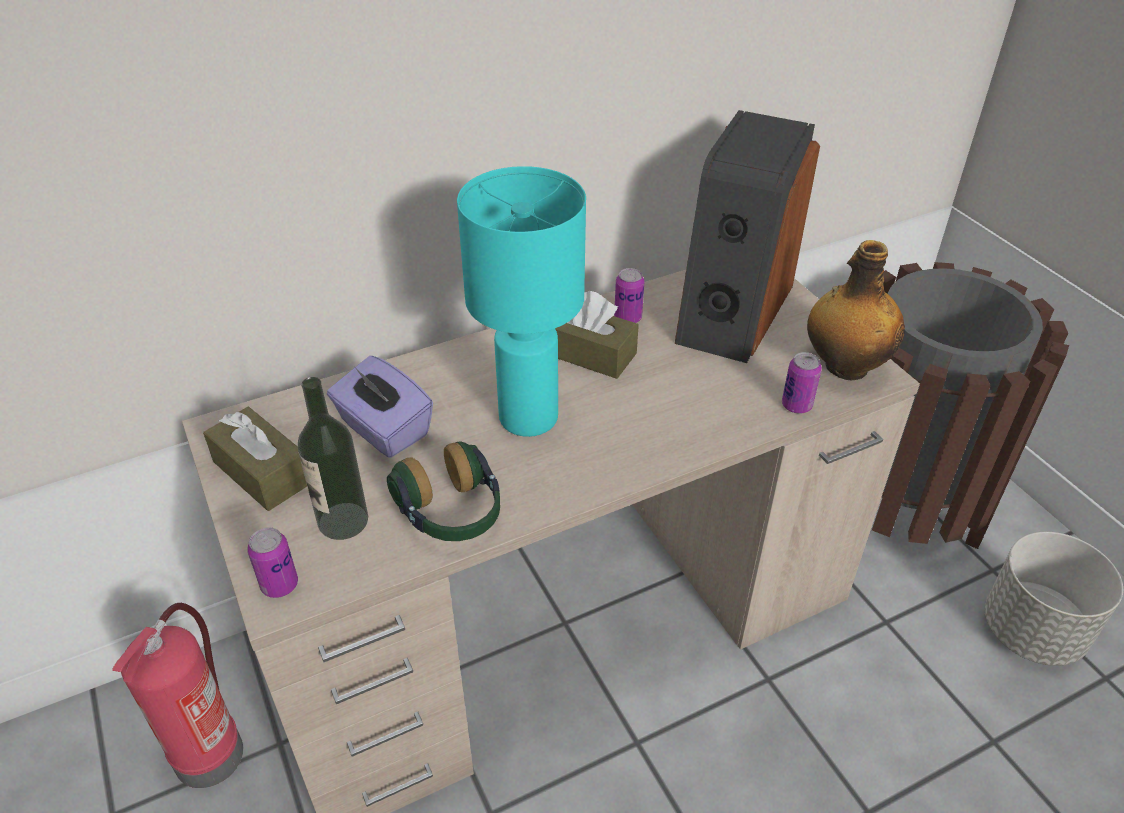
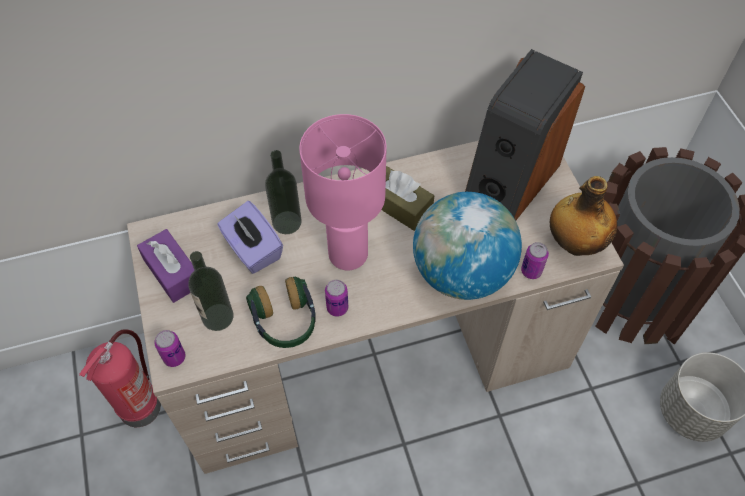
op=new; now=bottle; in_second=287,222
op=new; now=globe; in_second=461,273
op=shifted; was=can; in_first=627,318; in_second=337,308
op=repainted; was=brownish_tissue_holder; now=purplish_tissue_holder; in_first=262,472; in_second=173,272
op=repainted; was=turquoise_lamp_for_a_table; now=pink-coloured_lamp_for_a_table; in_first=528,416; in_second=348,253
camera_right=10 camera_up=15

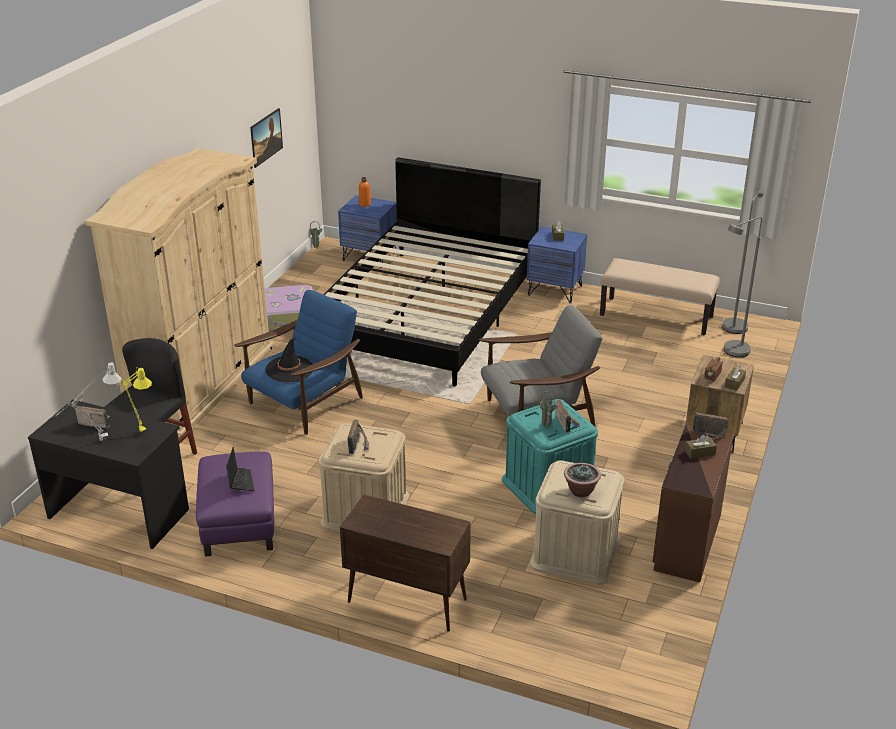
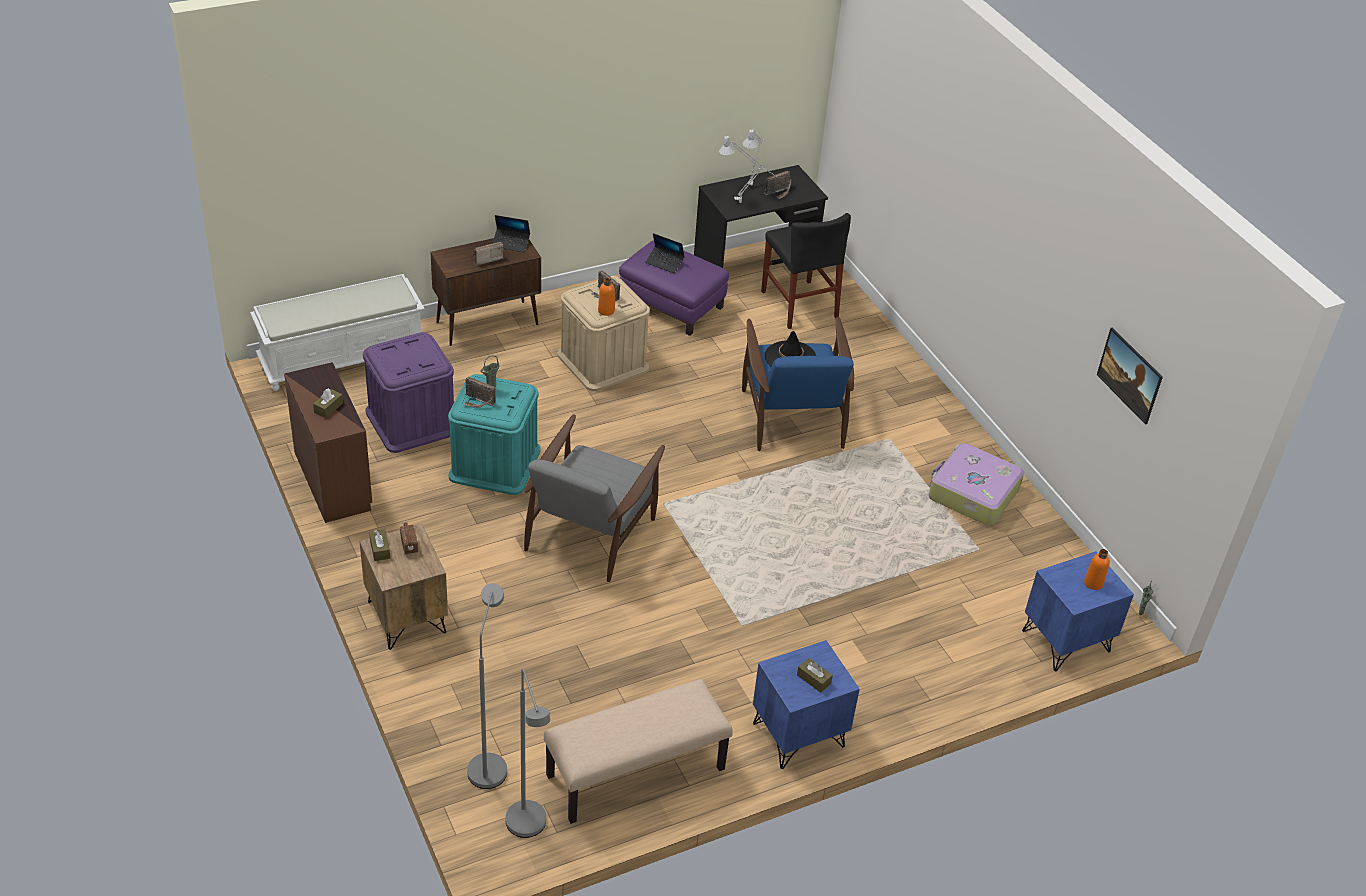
op=gone; was=beige-coloured_armoire; in_first=201,383
op=gone; was=black-coloured_bed; in_first=426,314
op=gone; was=plant_in_a_pot; in_first=580,491
op=new; now=white-coloured_indoor_bench; in_second=343,357
op=new; now=laptop; in_second=511,243
op=new; now=orange_bottle; in_second=606,311
op=shifted; was=radio_set; in_first=708,436; in_second=486,259
op=repainted; was=yellow_lamp_for_a_table; now=grey_lamp_for_a_table; in_first=139,430; in_second=744,203
op=repainted; was=beige-coloured_storage_box; now=purplish_storage_box; in_first=575,552; in_second=412,421
camera_right=130 camera_up=10

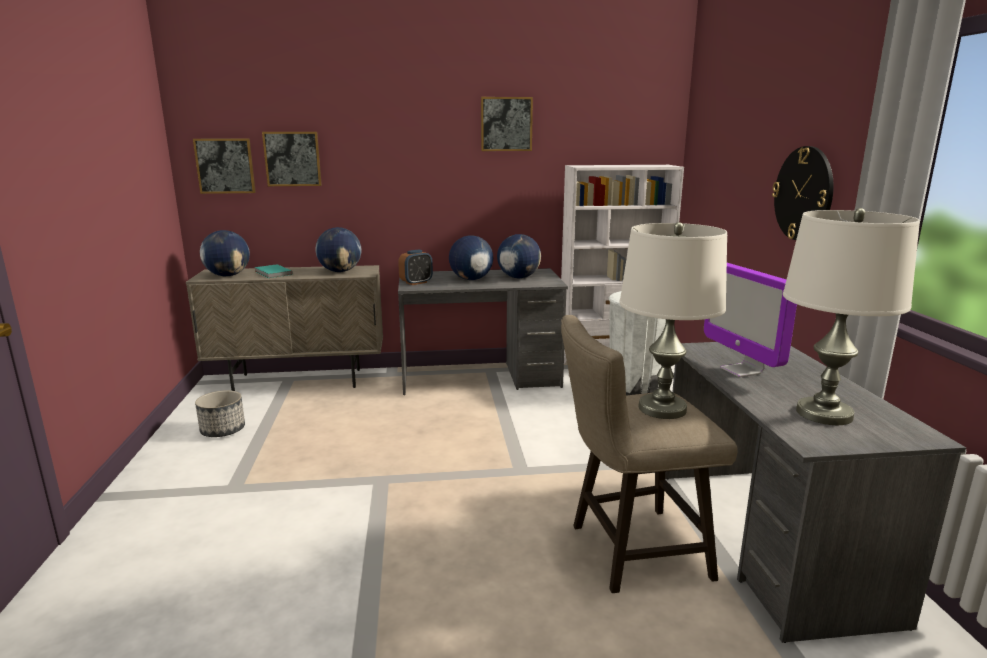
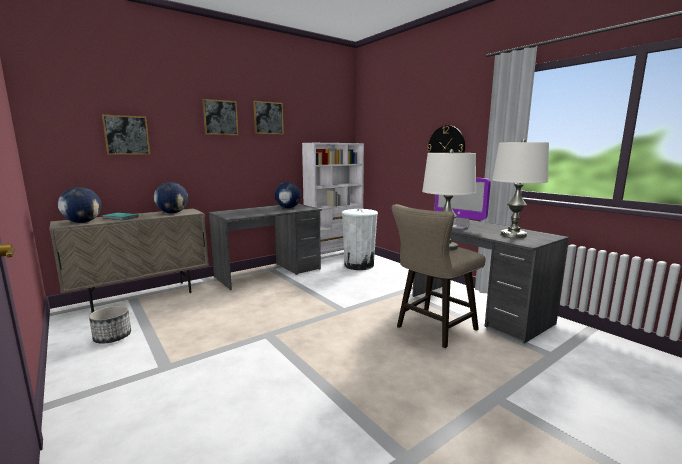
op=gone; was=alarm_clock; in_first=416,283
op=gone; was=globe; in_first=471,279
op=shifted; was=wall_art; in_first=225,166; in_second=220,117
camera_right=-30 camera_up=-5

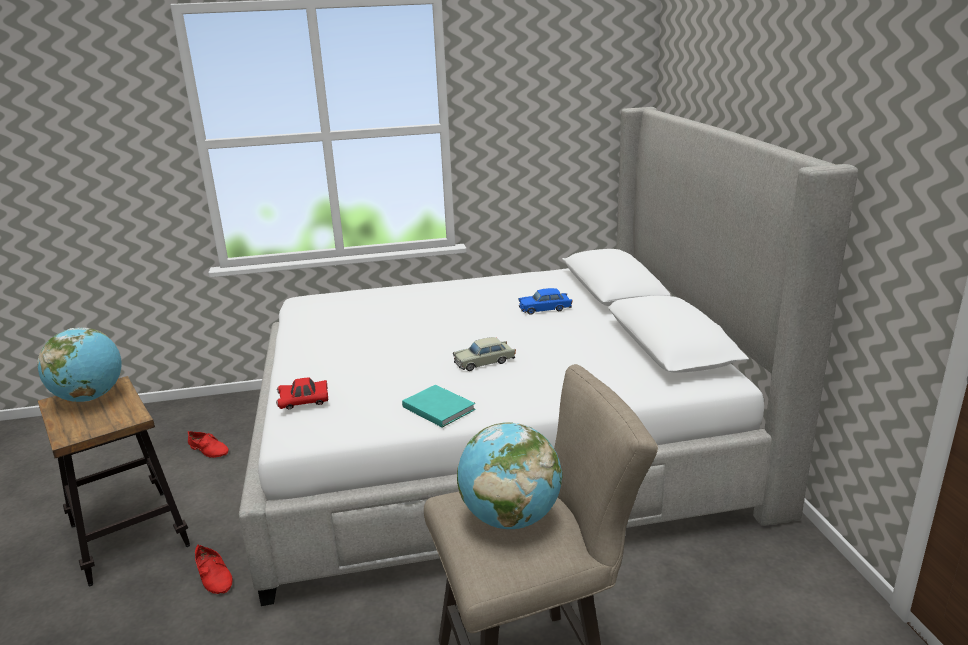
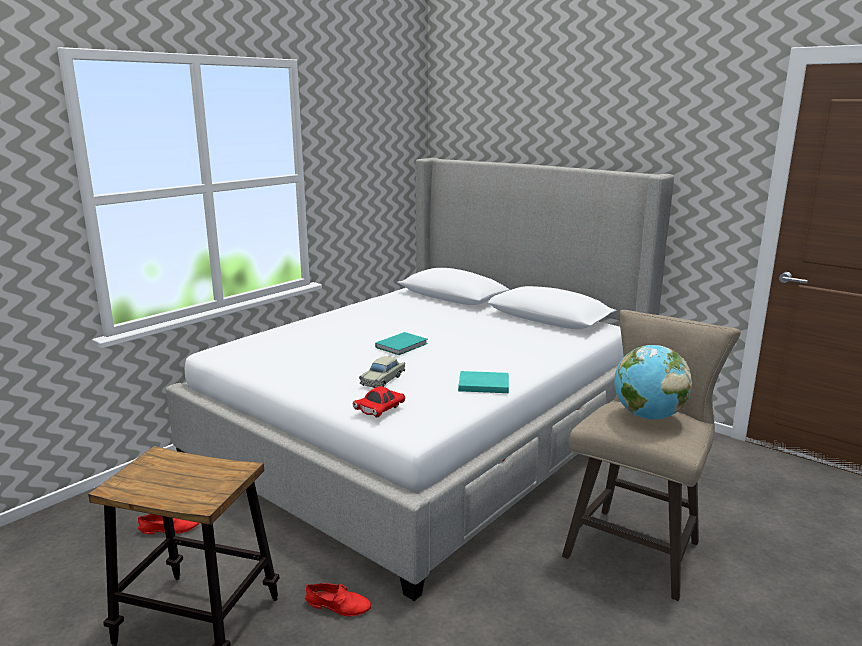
op=gone; was=globe; in_first=90,397
op=gone; was=blue-coloured_toy_car; in_first=545,309
op=new; now=turquoise_volume; in_second=403,345
op=shifted; was=beige-coloured_toy_car; in_first=484,362; in_second=383,380
camera_right=-40 camera_up=-5

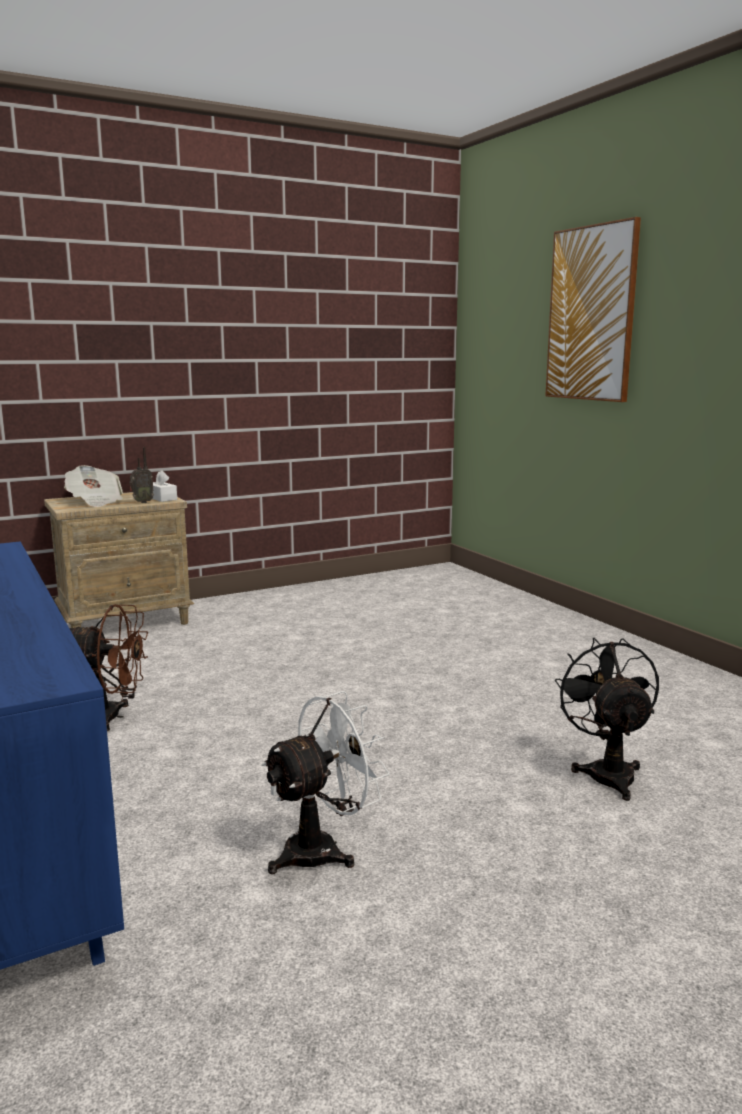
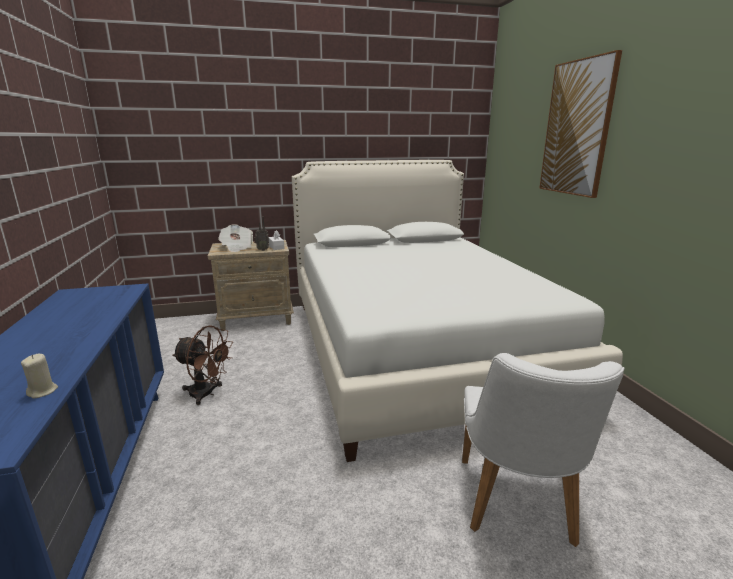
op=gone; was=white-coloured_electric_fan; in_first=323,849
op=new; now=beige-coloured_wax_light; in_second=43,391
op=new; now=white-coloured_bed; in_second=416,349
op=swapped; was=black-coloured_electric_fan; now=white-coloured_chair; in_first=607,772; in_second=517,508
camera_right=15 camera_up=5

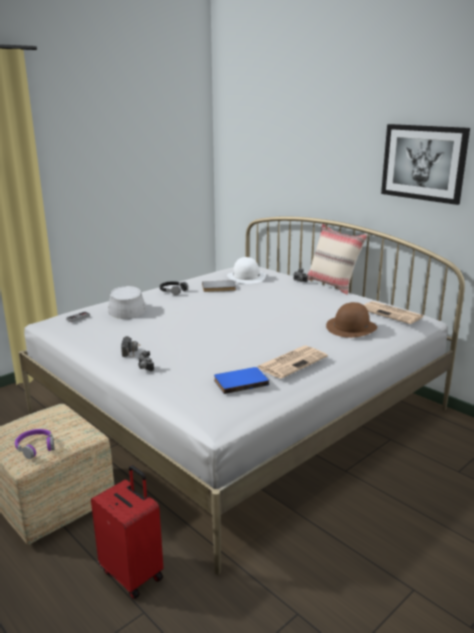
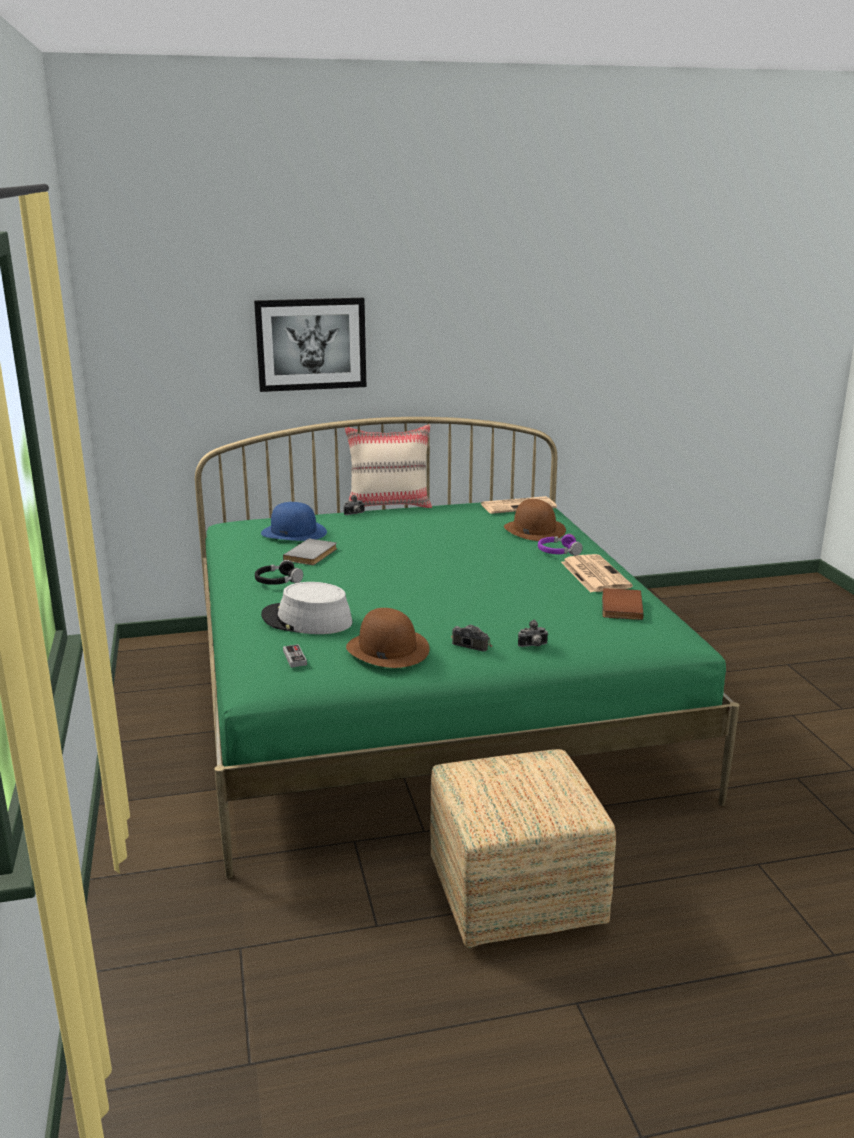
op=gone; was=reddish_suitcase; in_first=133,573
op=new; now=brownish_clothing_hat; in_second=387,649
op=shifted; was=purplish_headset; in_first=35,447; in_second=558,551
op=shifted; was=wall_art; in_first=423,163; in_second=311,344
op=repainted; was=white-coloured_bed; now=green_bed; in_first=238,410; in_second=427,705
op=repainted; was=blue-coloured_volume; now=brownish_volume; in_first=240,381; in_second=619,606
op=repainted; was=white-coloured_clothing_hat; now=blue-coloured_clothing_hat; in_first=246,277; in_second=294,532
camera_right=-60 camera_up=0

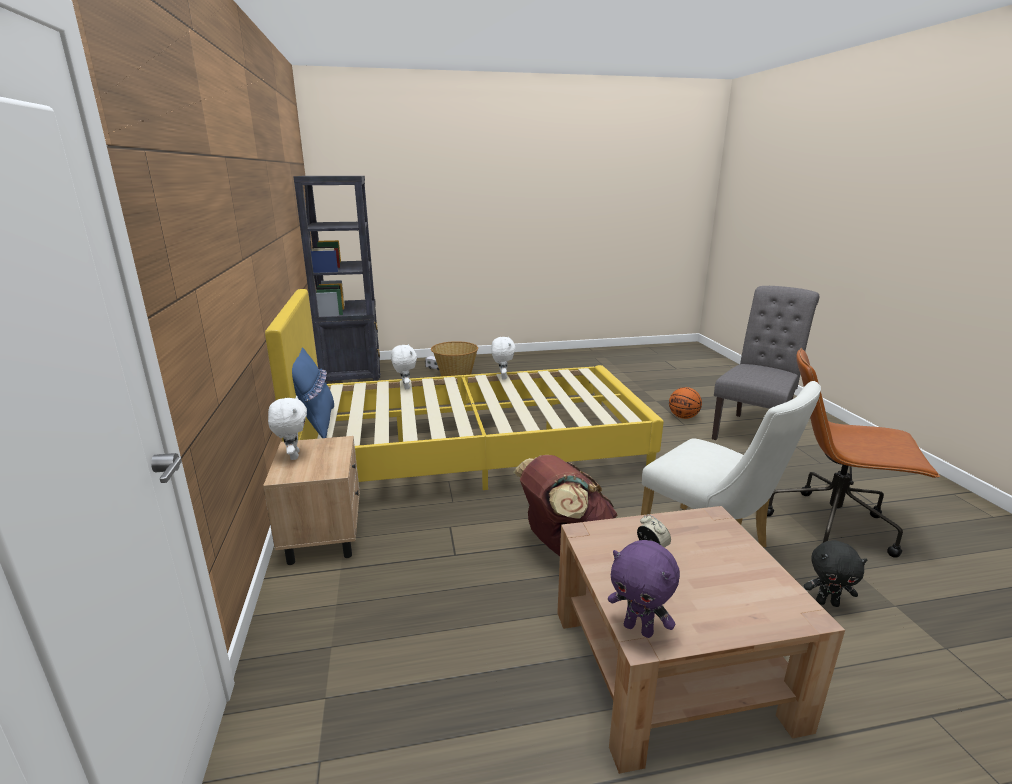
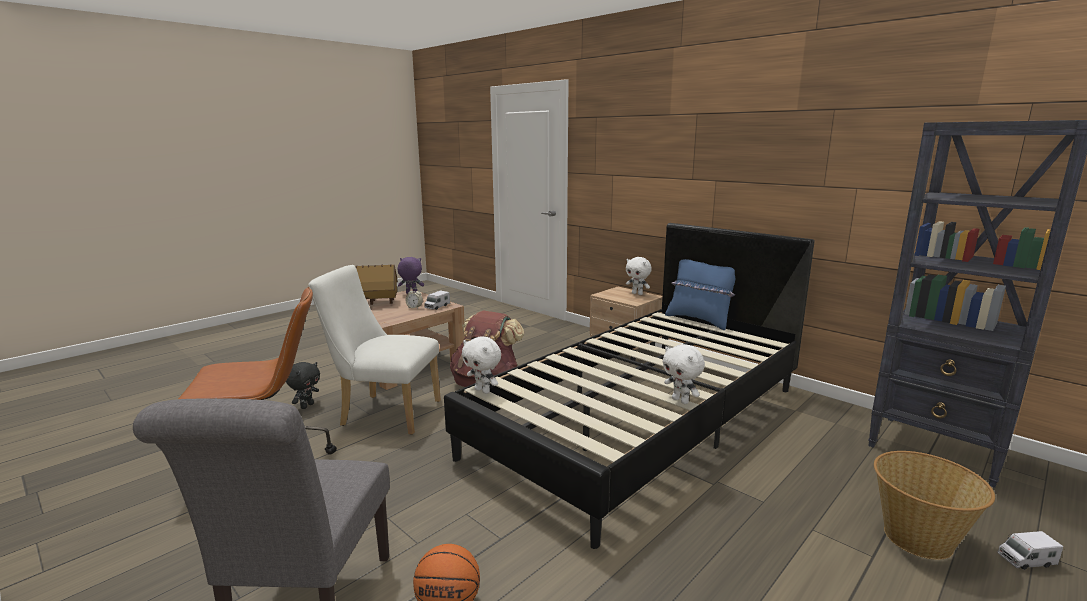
op=new; now=miniature_house; in_second=376,303
op=new; now=toy_lorry; in_second=437,306
op=shifted; was=white-coloured_plush_toy; in_first=405,387; in_second=483,391
op=repainted; was=yellow_bed; now=black-coloured_bed; in_first=473,453; in_second=641,420
op=rotated; was=black-coloured_plush_toy; in_first=827,602; in_second=307,406; clockwise=135
camera_right=145 camera_up=-5

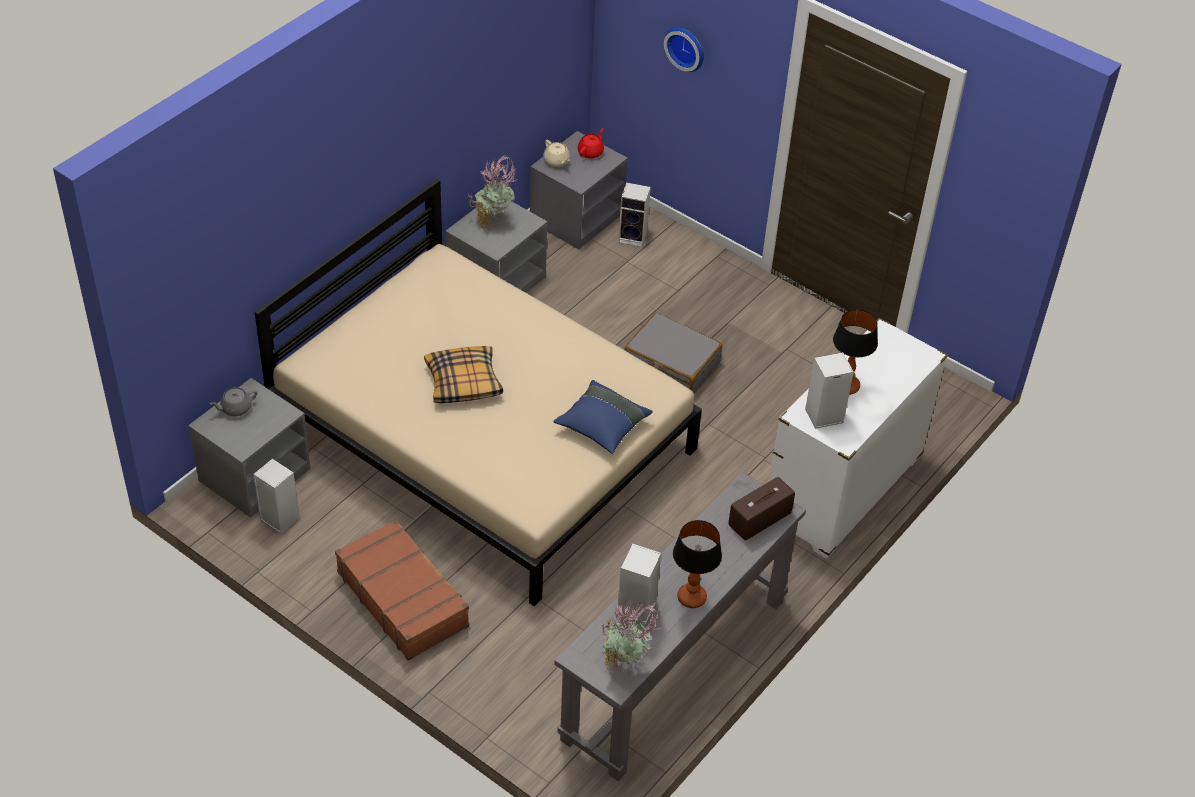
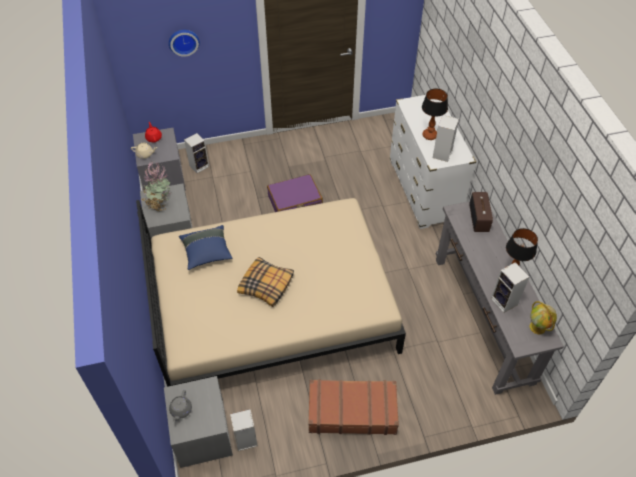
op=shifted; was=blue-coloured_cushion; in_first=602,426; in_second=206,252
op=swapped; was=plant_in_a_pot; now=globe; in_first=625,664; in_second=538,327
op=repainted; was=grey_suitcase; now=purplish_suitcase; in_first=671,365; in_second=295,203
camera_right=-50 camera_up=5

